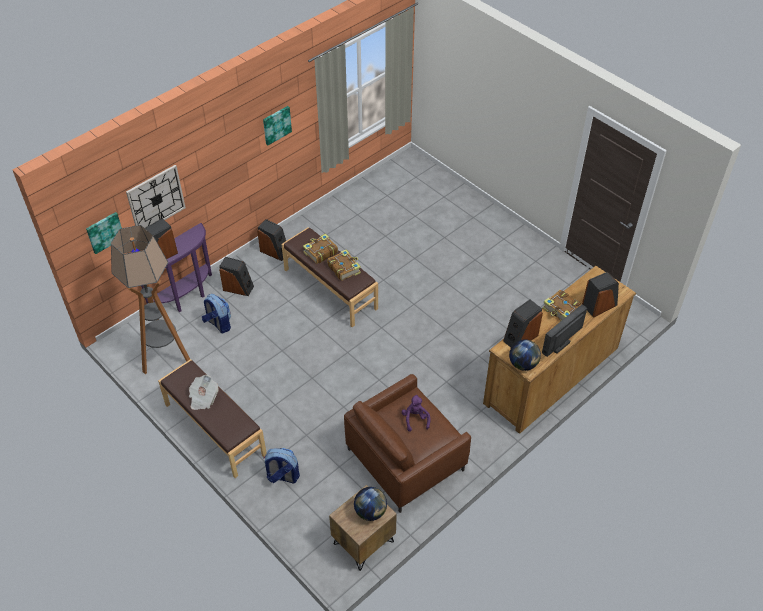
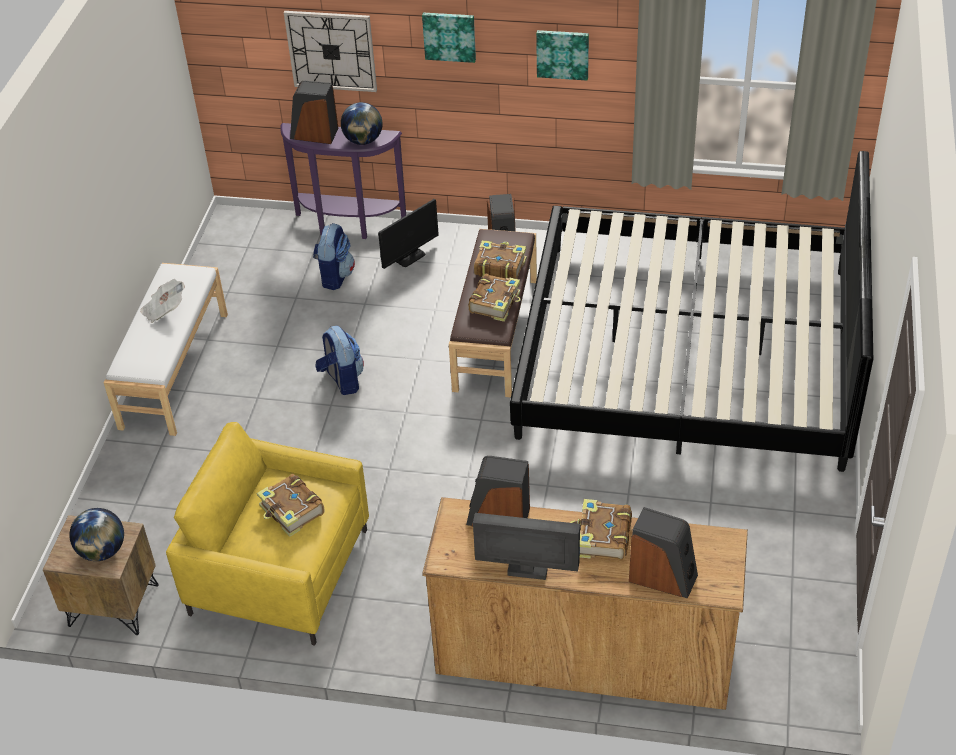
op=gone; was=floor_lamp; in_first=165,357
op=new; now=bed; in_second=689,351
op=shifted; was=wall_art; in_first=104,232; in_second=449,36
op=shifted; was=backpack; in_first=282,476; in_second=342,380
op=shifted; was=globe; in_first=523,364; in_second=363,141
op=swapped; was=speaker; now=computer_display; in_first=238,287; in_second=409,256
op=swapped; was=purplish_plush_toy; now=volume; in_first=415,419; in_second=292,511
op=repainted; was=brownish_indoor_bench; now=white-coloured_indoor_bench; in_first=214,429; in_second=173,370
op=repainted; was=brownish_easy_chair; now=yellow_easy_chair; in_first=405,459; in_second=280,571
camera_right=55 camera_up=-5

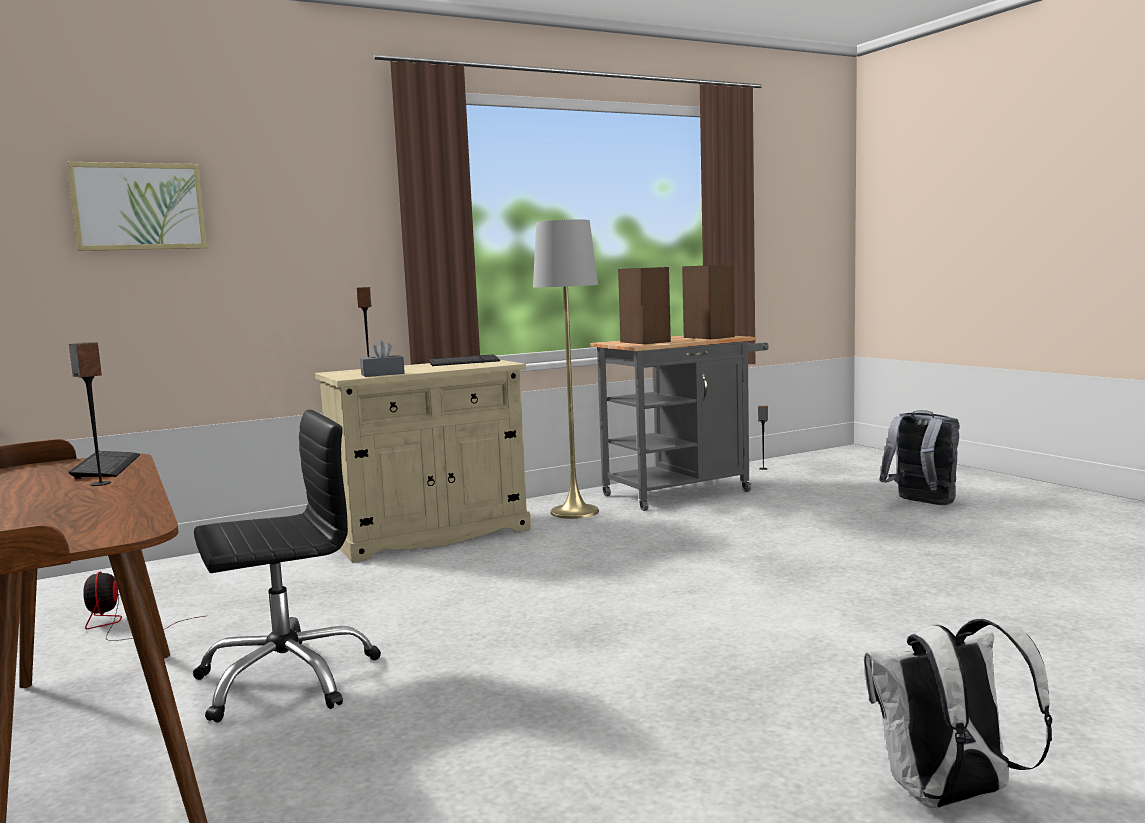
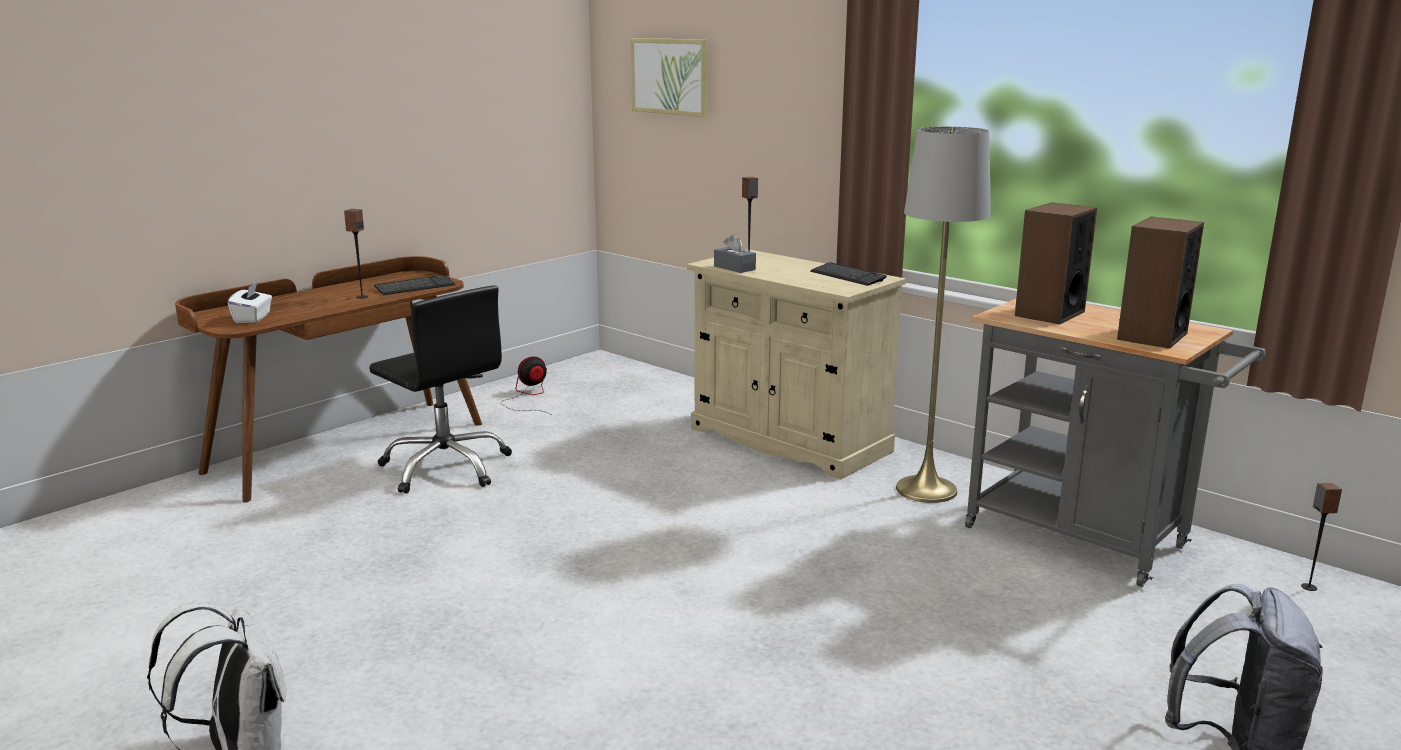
op=new; now=white-coloured_tissue_holder; in_second=253,318
camera_right=70 camera_up=10

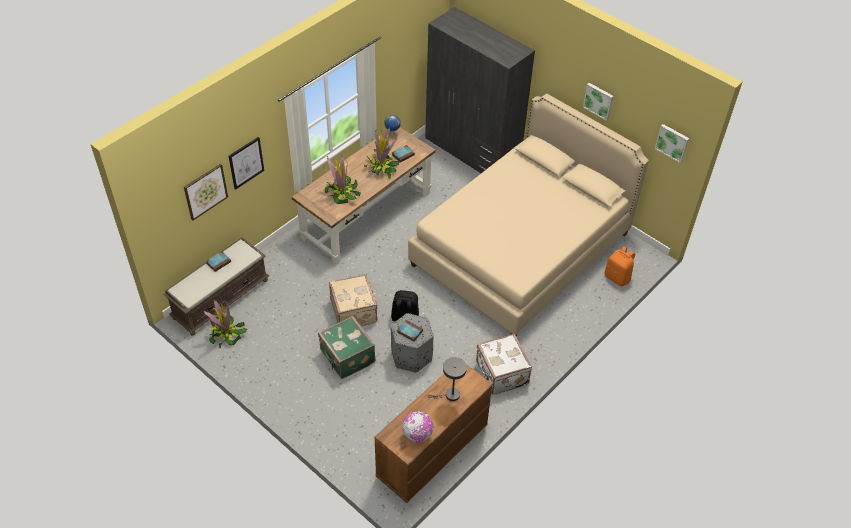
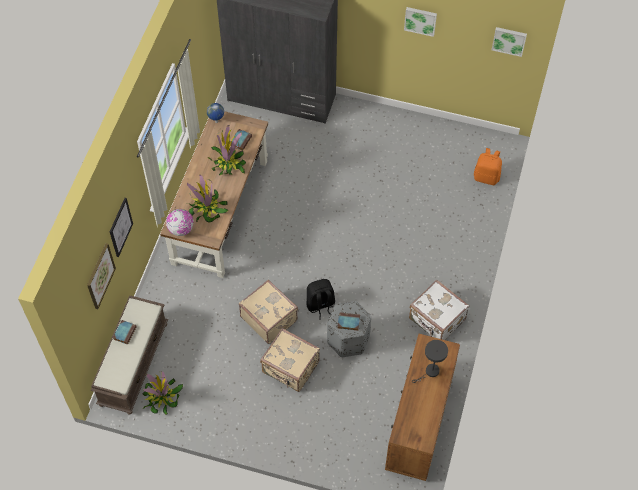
op=gone; was=beige-coloured_bed; in_first=520,249
op=shifted; was=globe; in_first=417,435; in_second=181,229
op=repainted; was=green_suitcase; now=beige-coloured_suitcase; in_first=347,357; in_second=290,368
camera_right=-25 camera_up=10

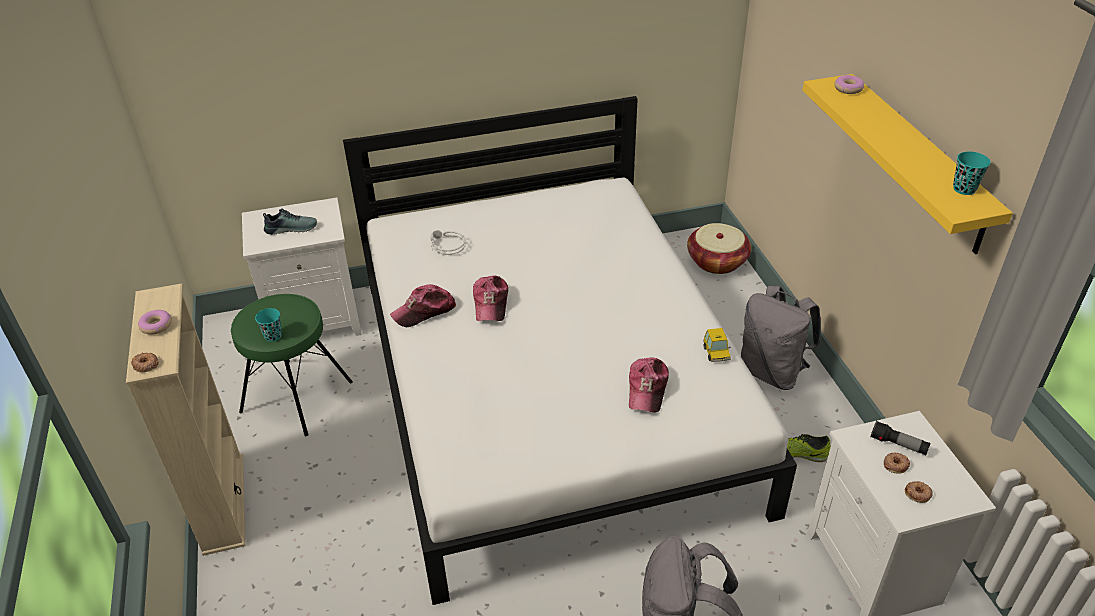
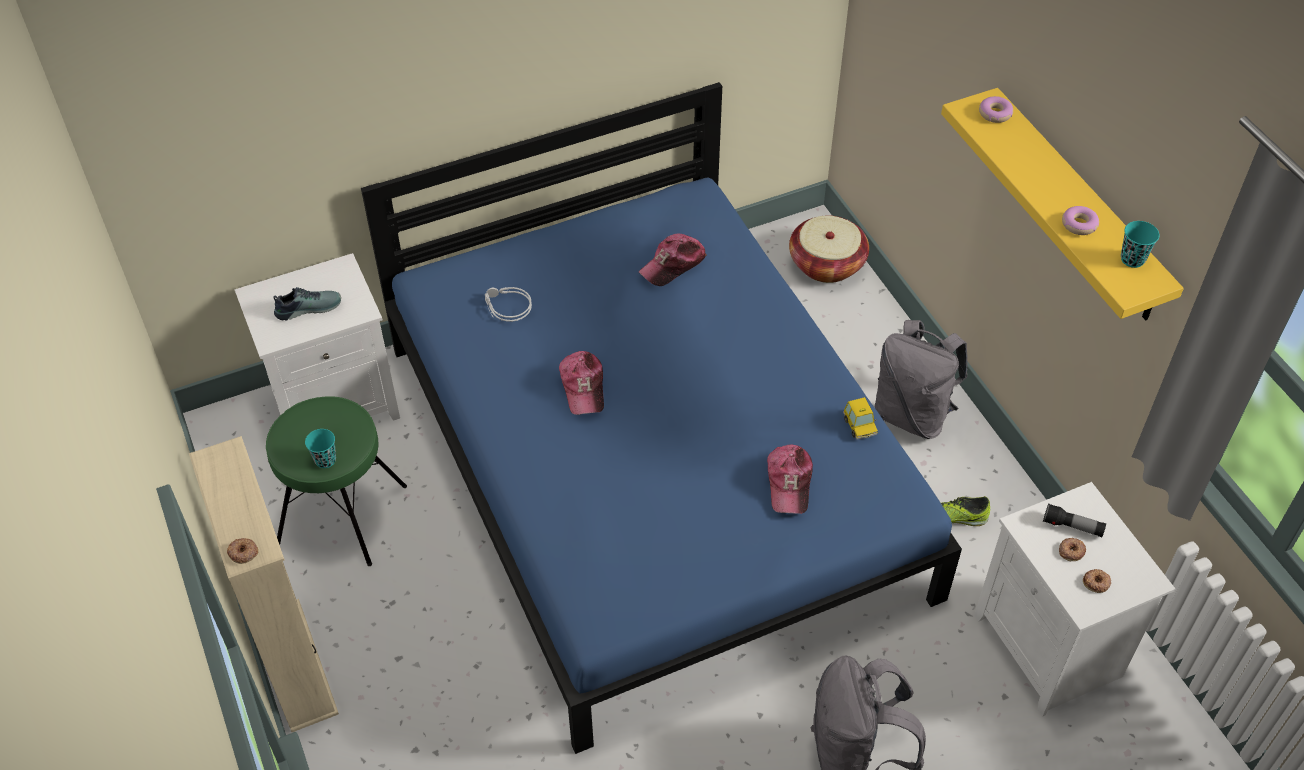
op=shifted; was=ring_doughnut; in_first=156,326; in_second=1079,225
op=shifted; was=cap; in_first=424,311; in_second=673,265
op=repainted; was=white-coloured_bed; now=blue-coloured_bed; in_first=551,388; in_second=654,466
camera_right=-10 camera_up=10

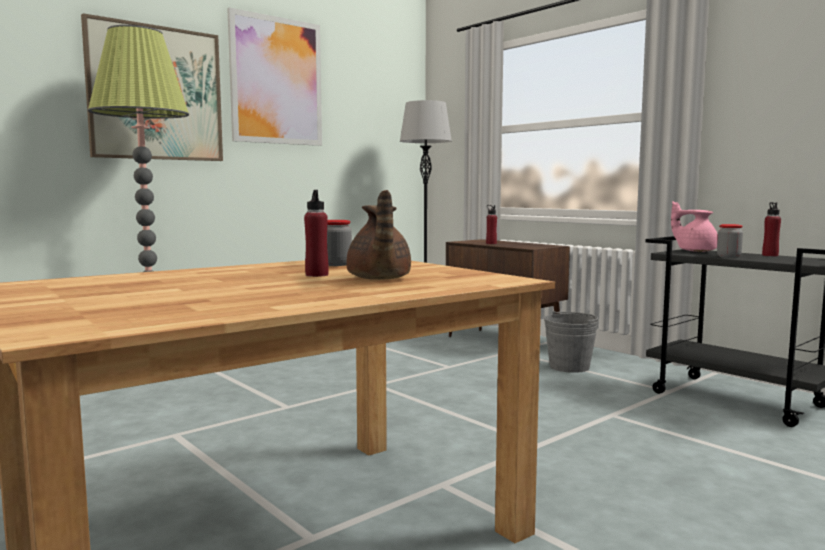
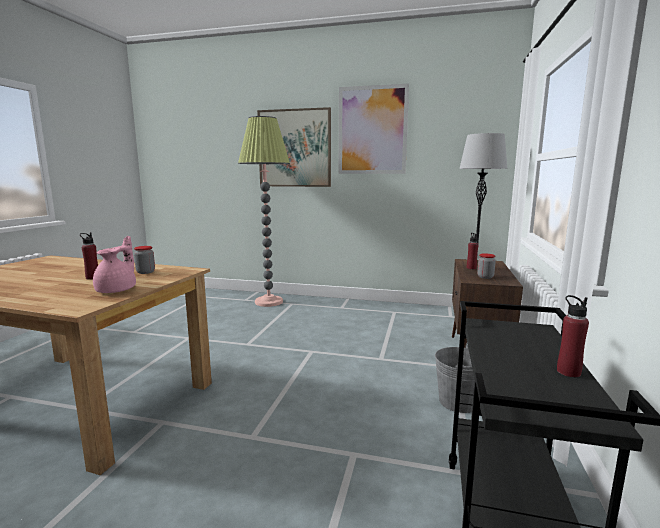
op=gone; was=brownish_pot_for_tea; in_first=378,279
op=shifted; was=pink-coloured_pot_for_tea; in_first=695,251; in_second=118,290
op=shifted; was=preserve_jar; in_first=728,257; in_second=485,277
camera_right=55 camera_up=5

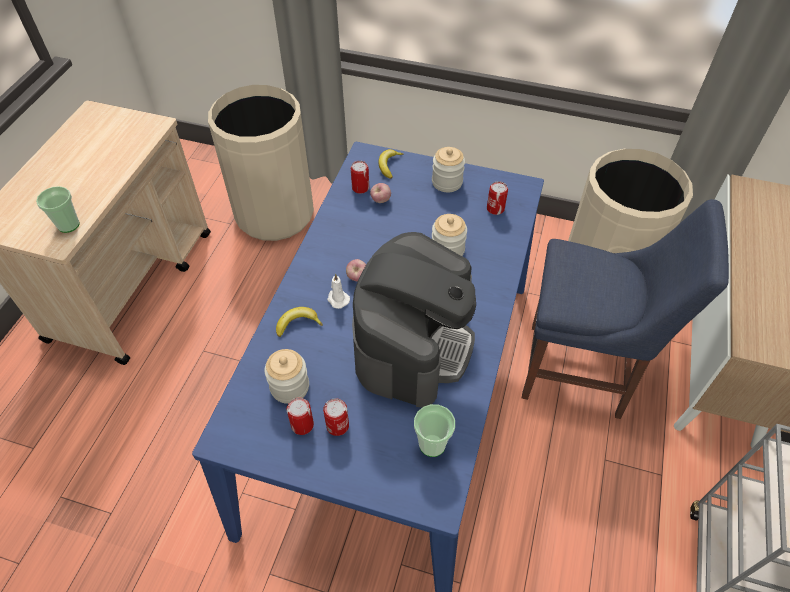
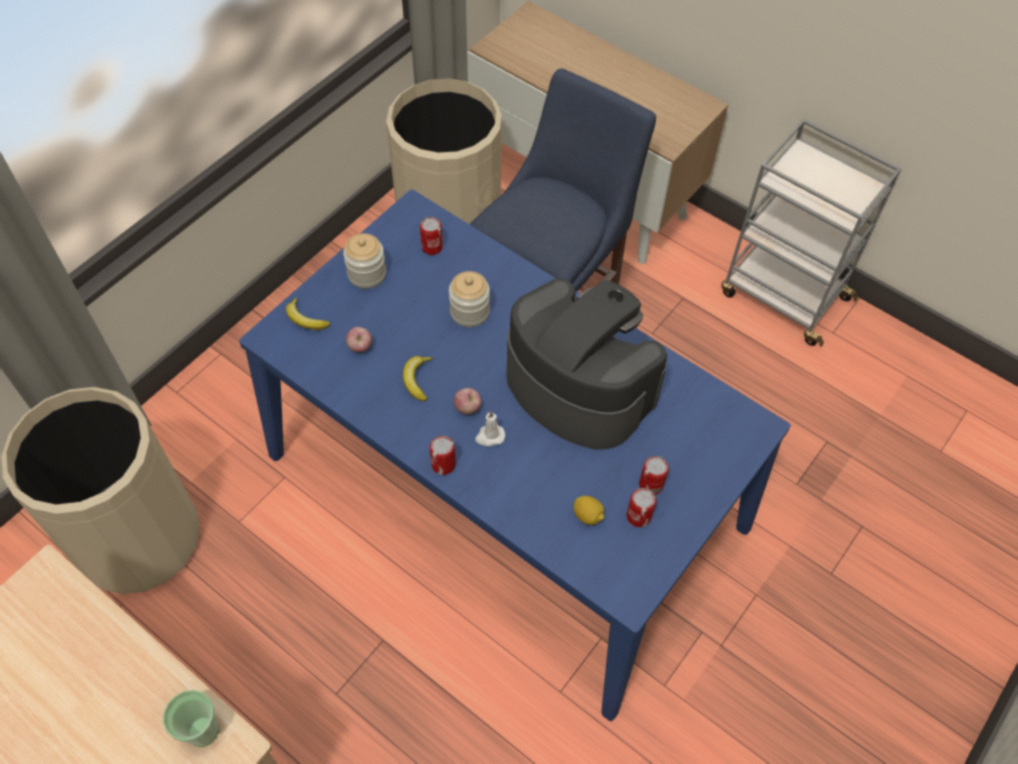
op=gone; was=cup; in_first=432,444
op=shifted; was=banana_fruit; in_first=298,323; in_second=417,379
op=shifted; was=can; in_first=360,188; in_second=443,464
op=swapped; was=preserve_jar; now=citrus_fruit; in_first=289,387; in_second=588,516
camera_right=-70 camera_up=5

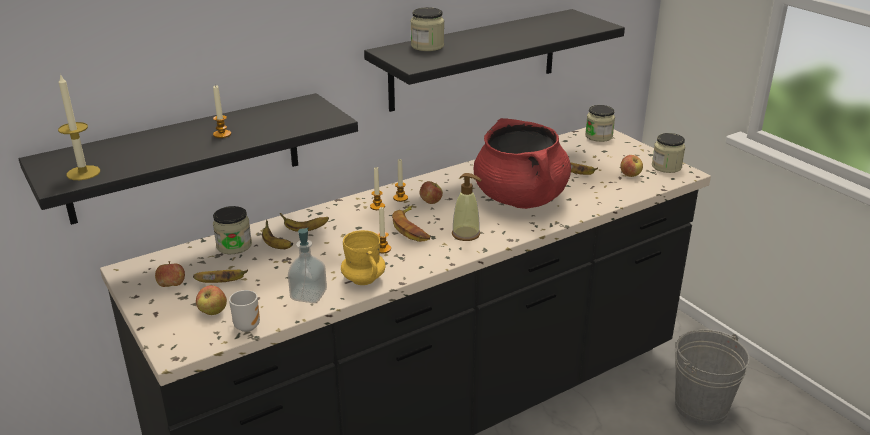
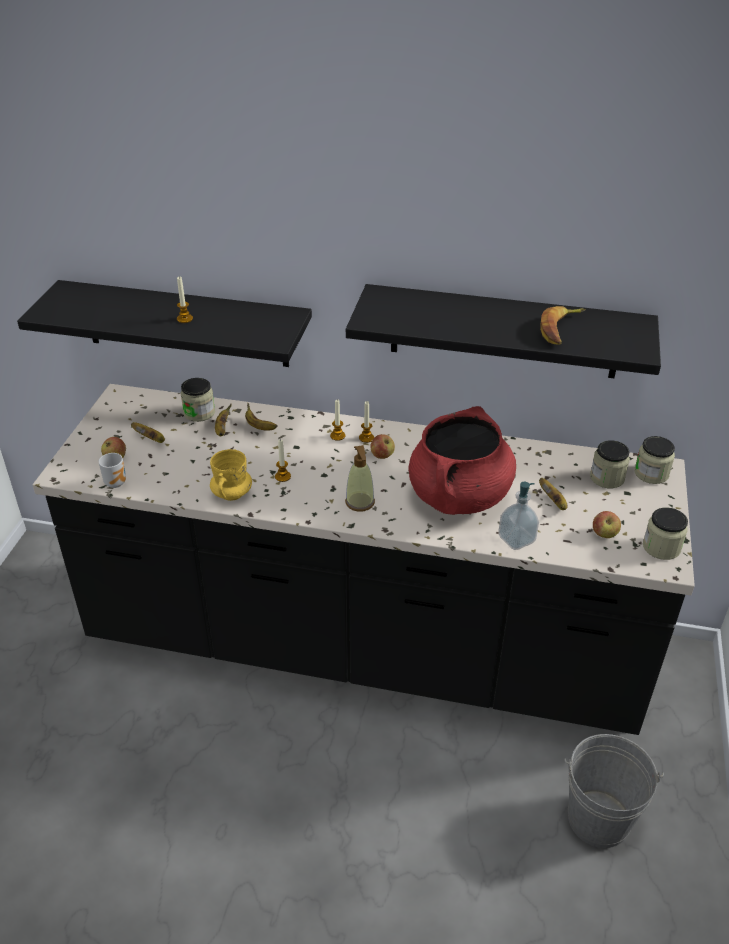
op=gone; was=wax_light; in_first=83,173
op=gone; was=apple; in_first=172,286
op=shifted; was=soap_bottle; in_first=308,295; in_second=516,539
op=shifted; was=banana_fruit; in_first=412,228; in_second=560,329
op=shifted; was=preserve_jar; in_first=427,46; in_second=607,478
camera_right=45 camera_up=10

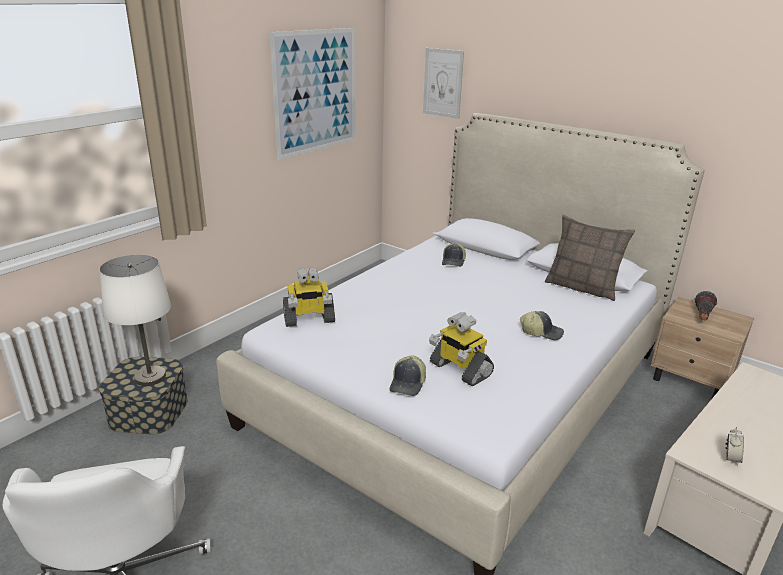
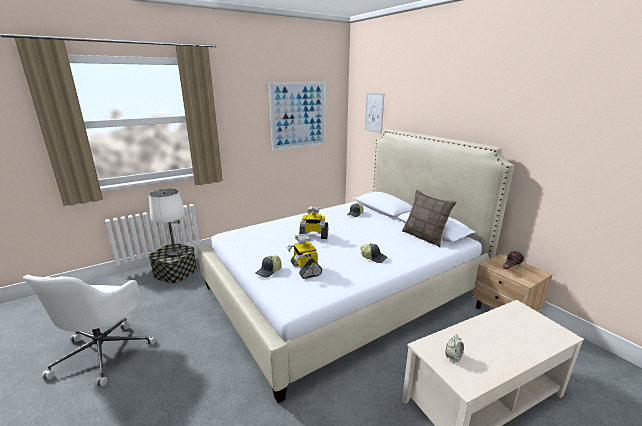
op=shifted; was=robot_figure; in_first=308,319; in_second=313,236
camera_right=20 camera_up=-5

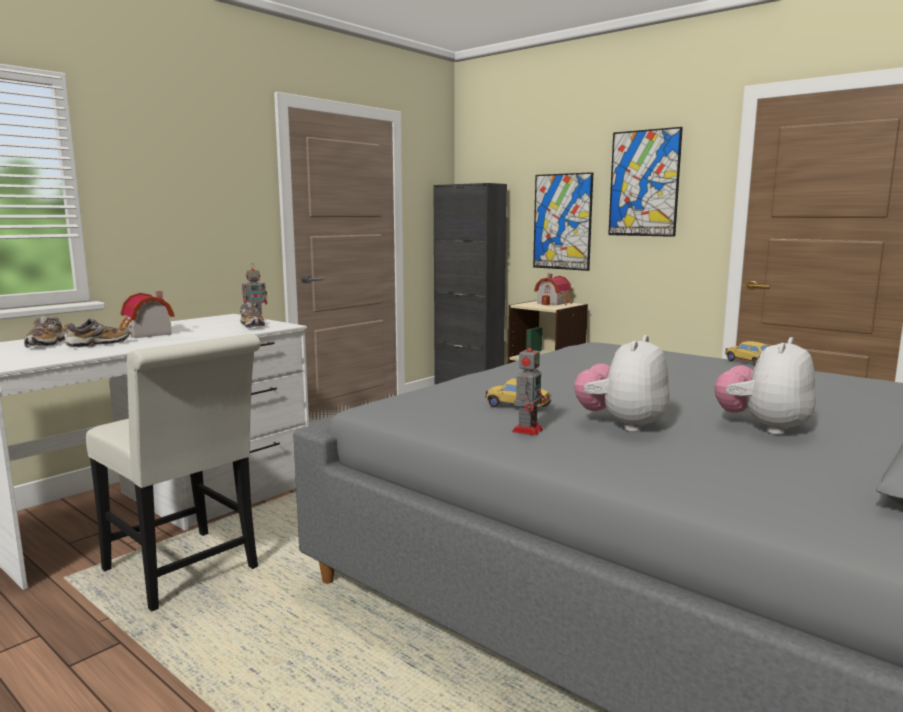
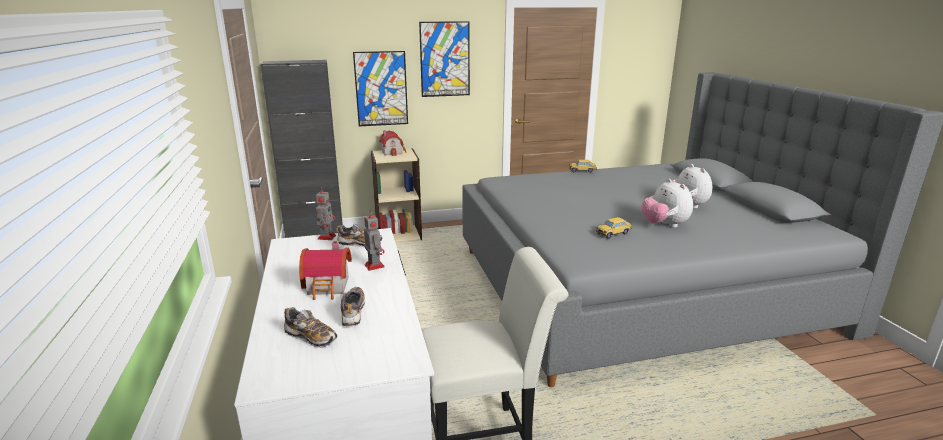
op=shifted; was=robot_figure; in_first=528,430; in_second=374,265
camera_right=-55 camera_up=10

